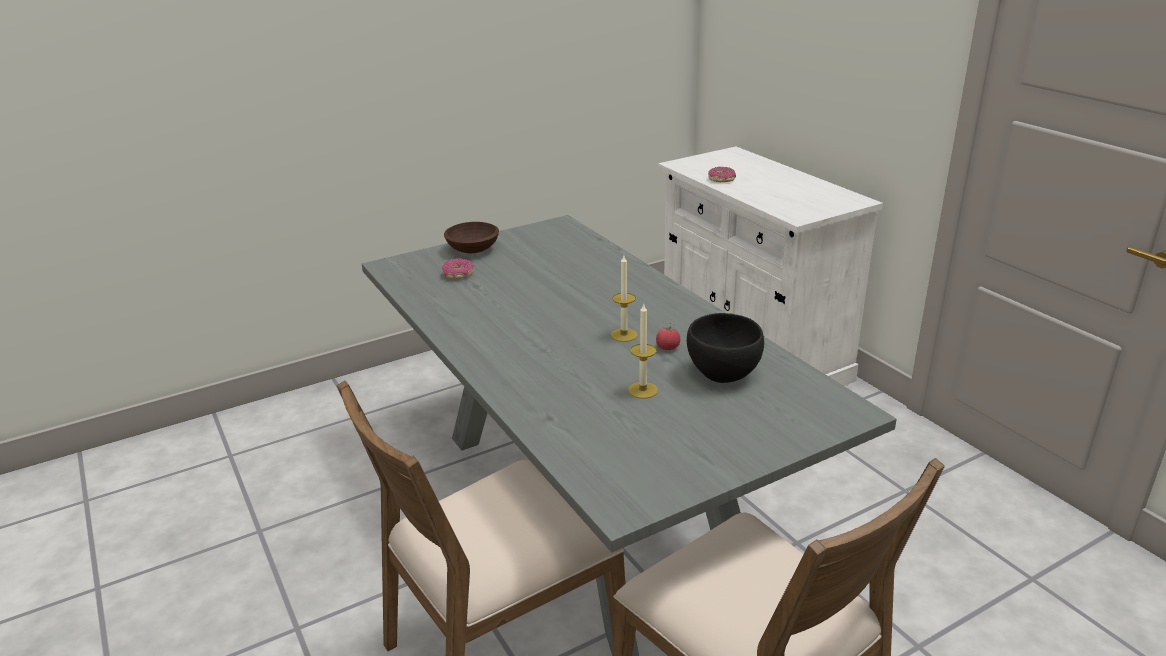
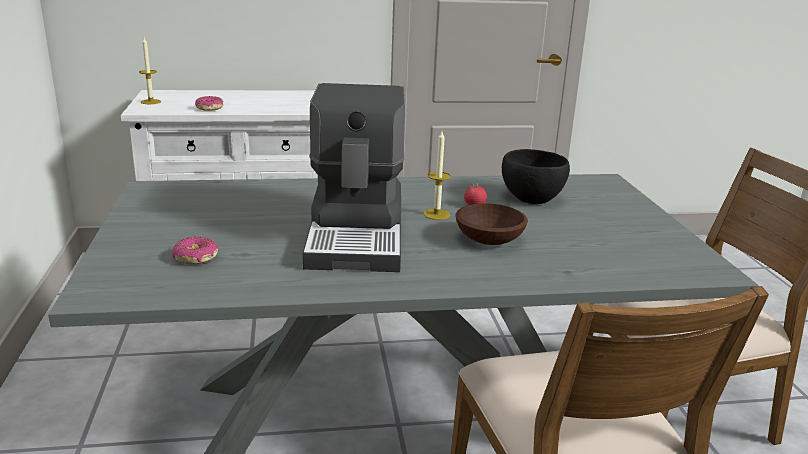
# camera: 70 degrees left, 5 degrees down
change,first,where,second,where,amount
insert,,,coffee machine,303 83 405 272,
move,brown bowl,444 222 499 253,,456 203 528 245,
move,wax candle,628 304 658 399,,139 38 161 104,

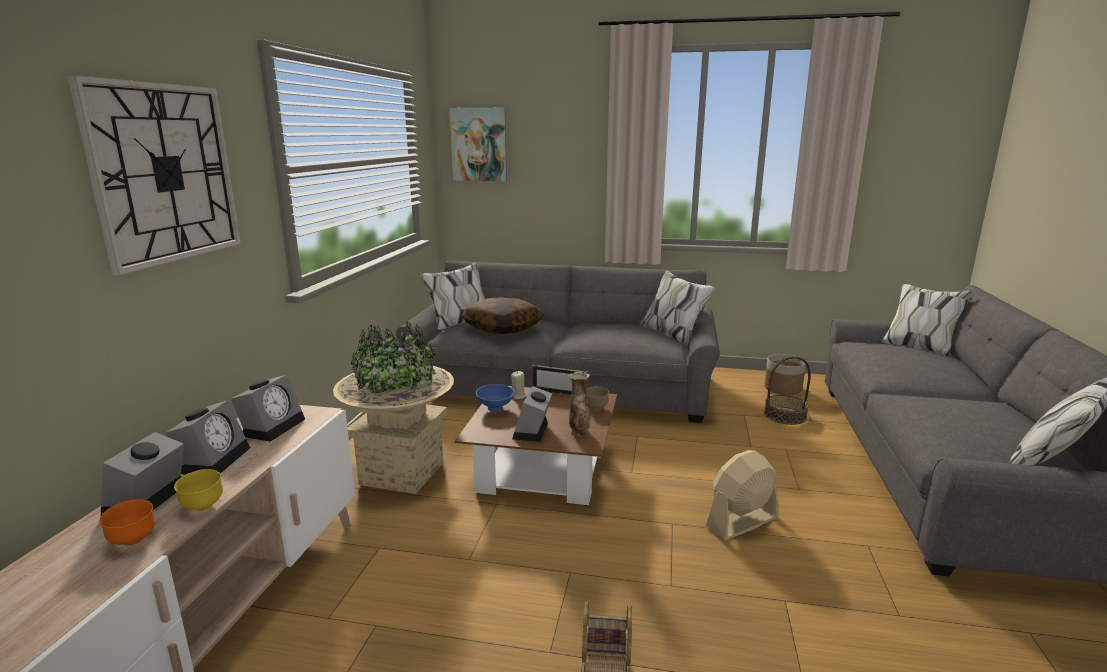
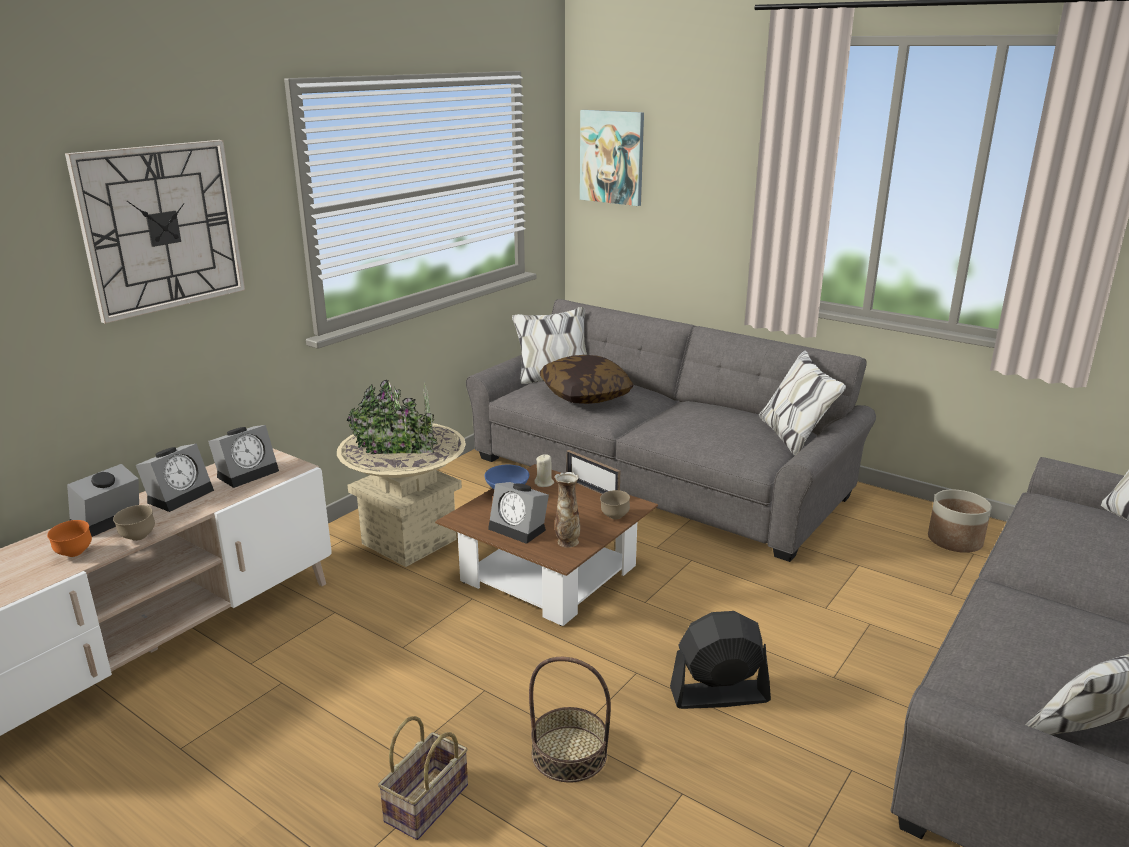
# camera: 25 degrees right, 5 degrees up
change,first,where,second,where,amount
move,household basket,764 356 811 425,,529 657 611 783,
recolor,yellow bowl,174 469 223 511,brown bowl,113 505 155 541,
recolor,sand-coloured fan,706 450 778 540,blackish fan,670 611 771 709,
rotate,table clock,512 386 552 442,,488 482 549 544,90 degrees counterclockwise

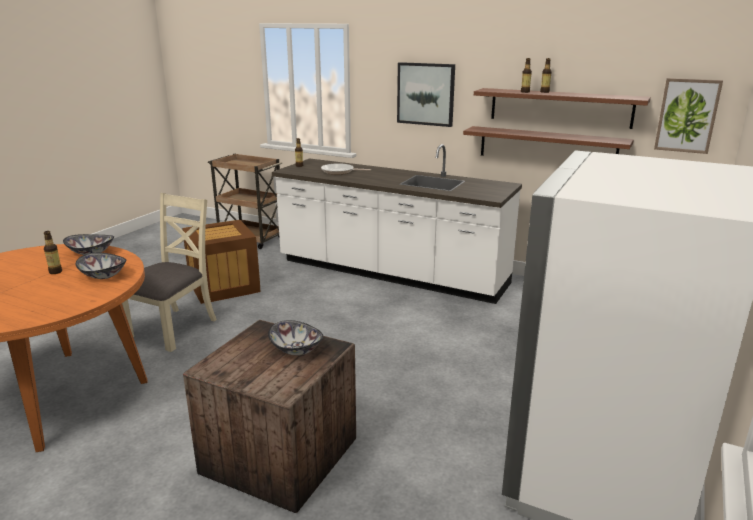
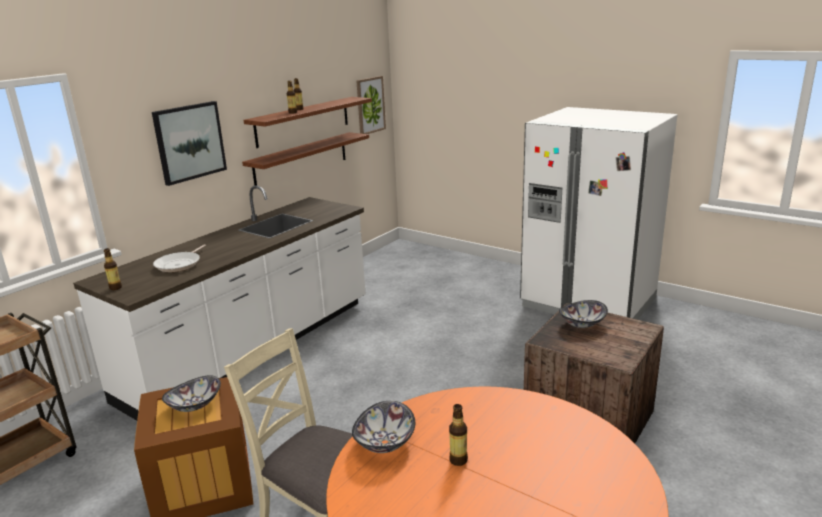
# camera: 80 degrees left, 0 degrees up
change,first,where,second,where,amount
move,bowl,76 253 126 279,,162 375 221 412,

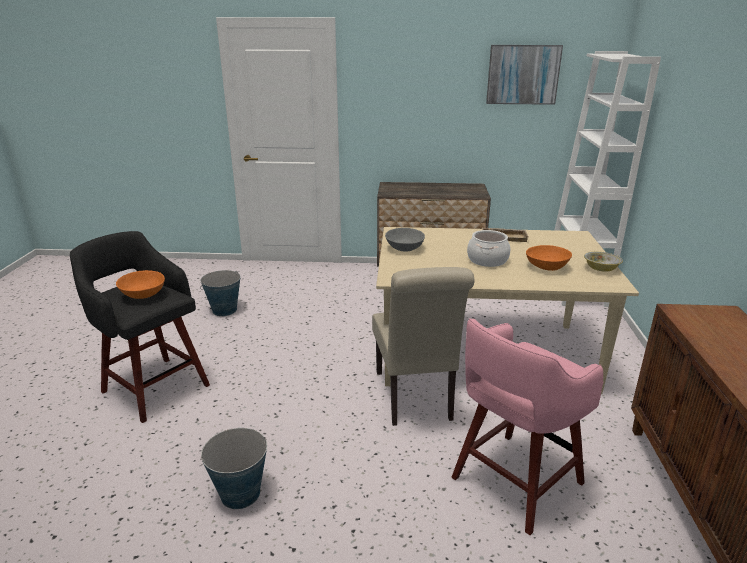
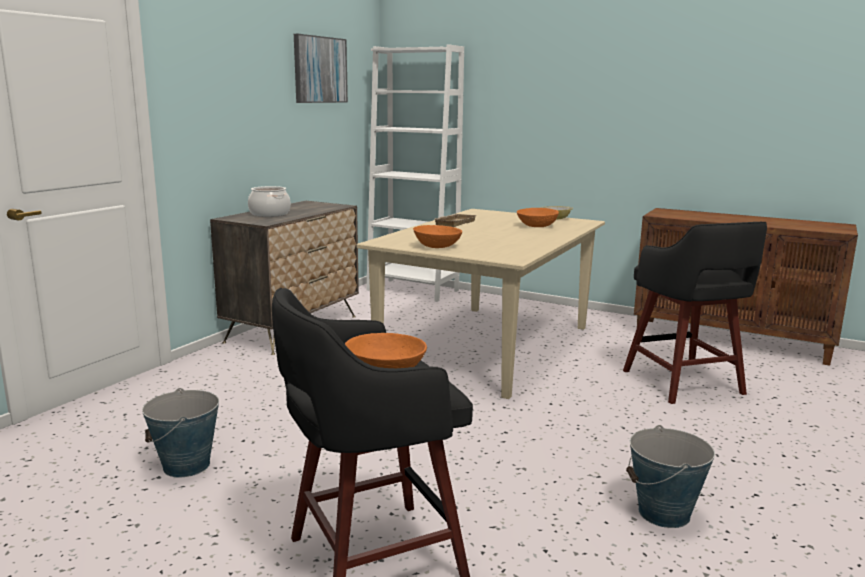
# camera: 65 degrees left, 10 degrees down
change,first,where,second,where,amount
delete,sand-coloured chair,372 267 474 426,,,
move,stockpot,467 230 510 267,,248 186 291 217,
recolor,grey bowl,385 228 425 251,orange bowl,413 225 462 248,
recolor,pink-coloured stool,452 318 603 535,blackish stool,623 222 767 404,

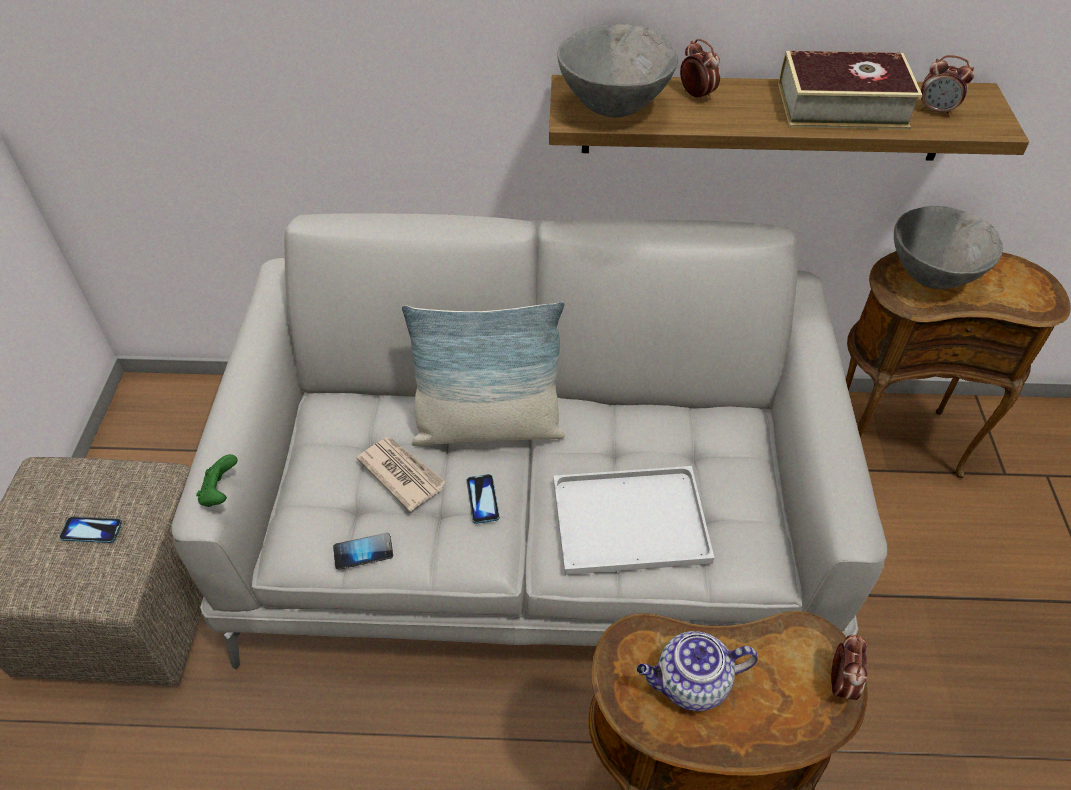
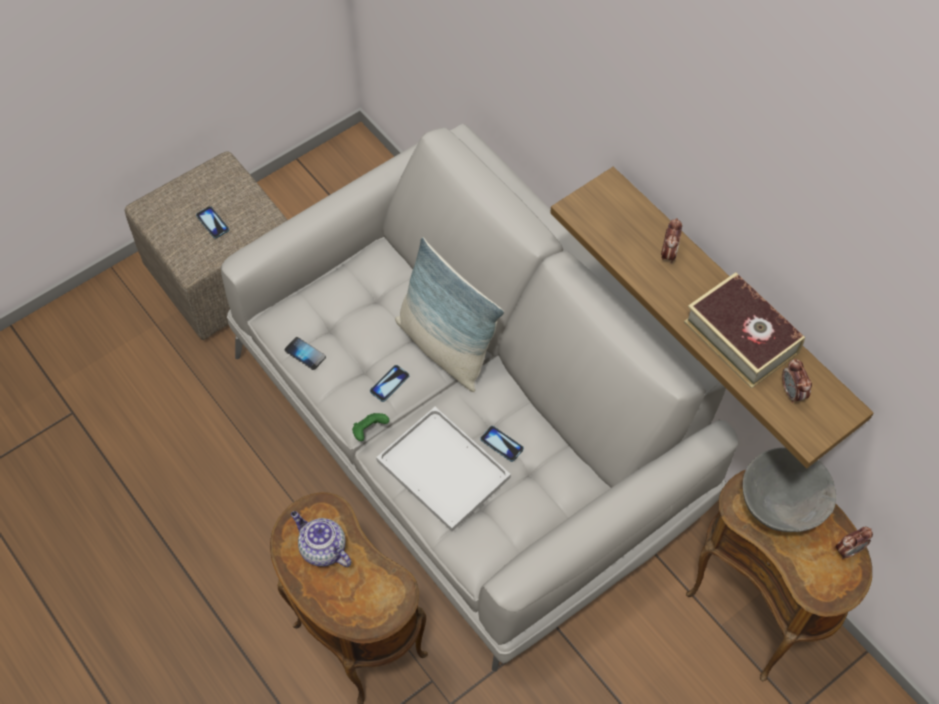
# camera: 50 degrees right, 10 degrees up
change,first,where,second,where,amount
delete,printed paper,357 437 446 512,,,
delete,grey bowl,557 24 678 117,,,
insert,,,phone,481 426 524 462,
move,greenish gamepad,196 454 237 507,,352 413 389 441,
move,table clock,831 634 867 701,,835 527 873 559,

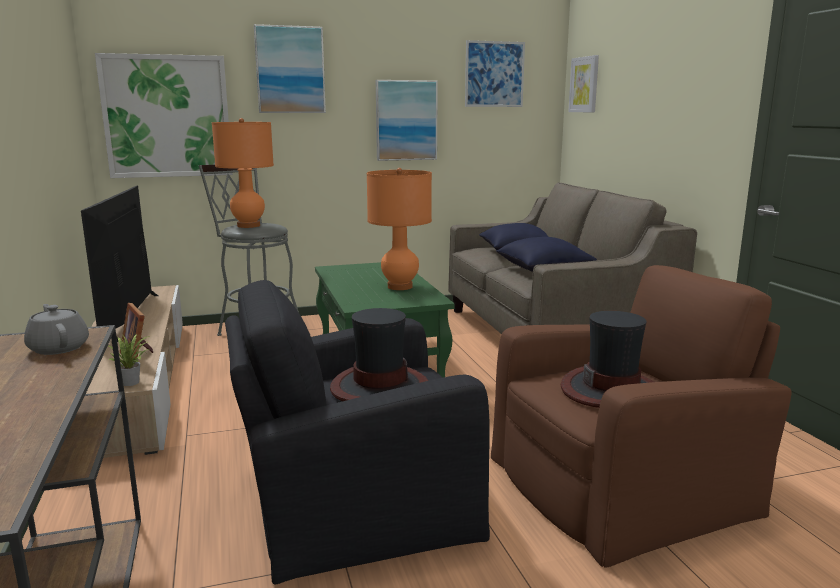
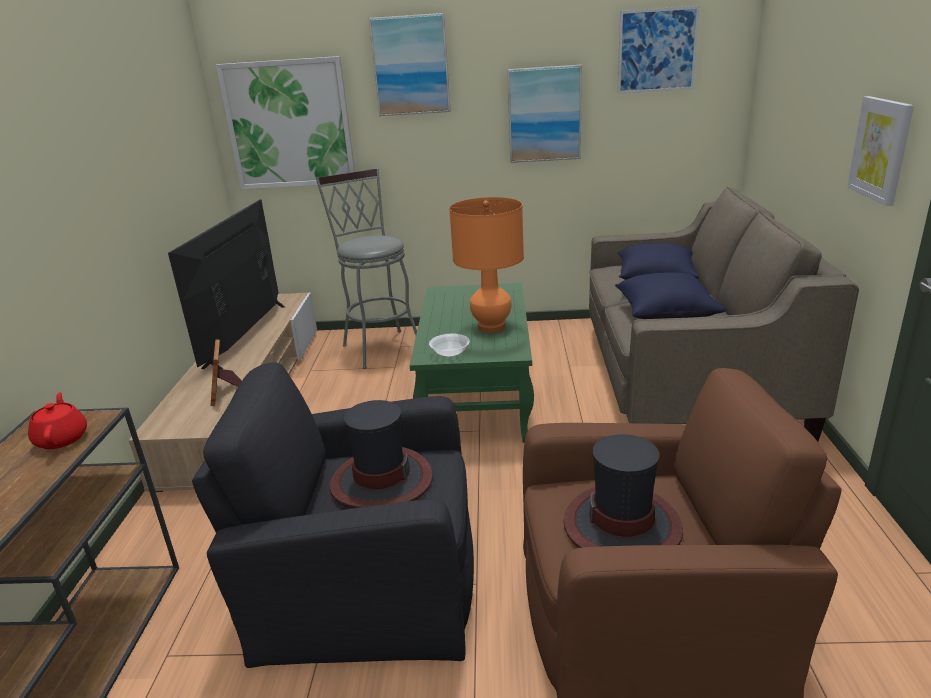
# camera: 20 degrees right, 10 degrees up
change,first,where,second,where,amount
delete,plant in a pot,108 334 150 386,,,
delete,orange lamp for a table,212 118 274 228,,,
insert,,,bowl,429 334 470 357,
move,picture,568 55 599 112,,847 96 914 206,
recolor,grey tea pot,24 304 89 355,red tea pot,28 392 87 449,

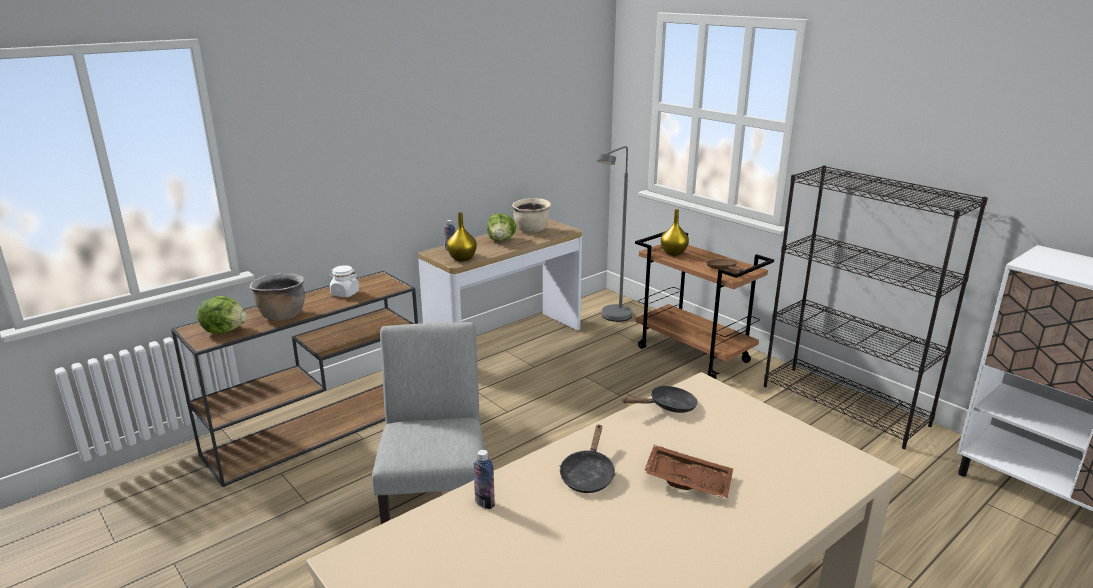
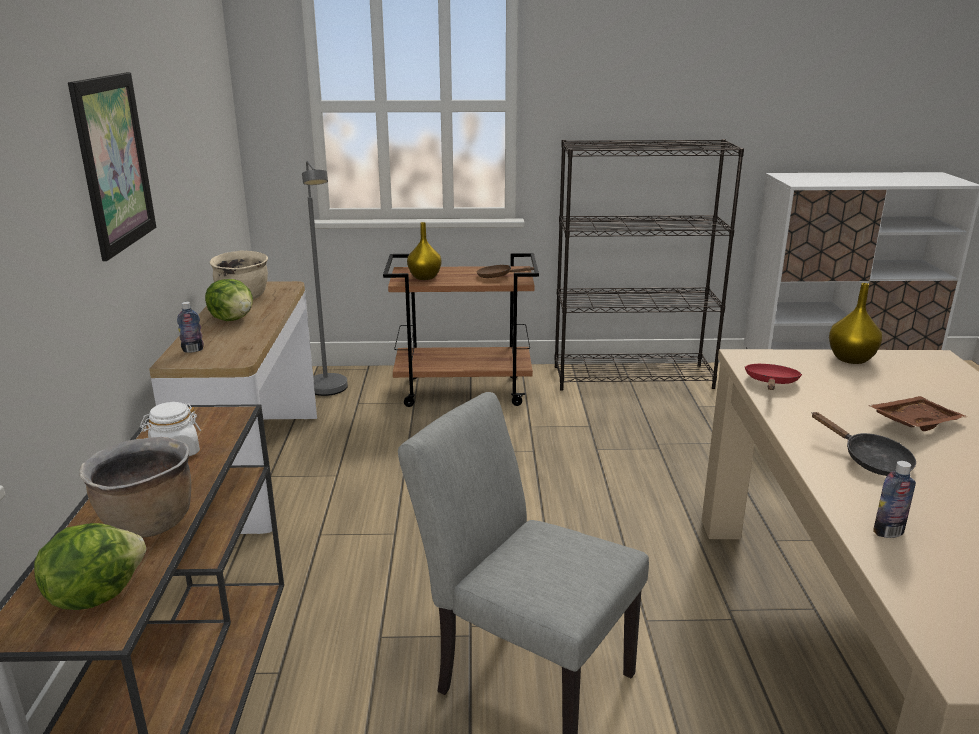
# camera: 50 degrees left, 0 degrees up
change,first,where,second,where,amount
insert,,,picture,68 72 156 261,
move,yellow flower vase,447 212 477 261,,829 283 882 364,
recolor,blackish frying pan,621 386 698 413,red frying pan,745 364 802 390,

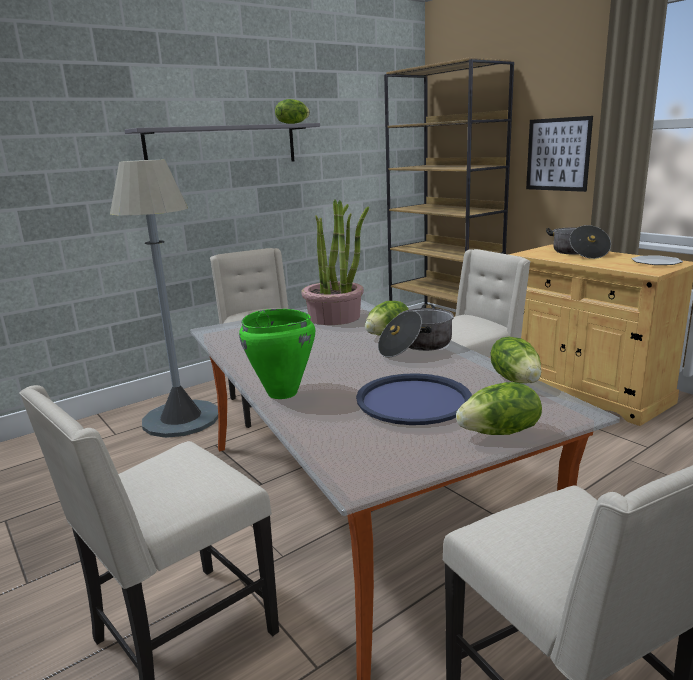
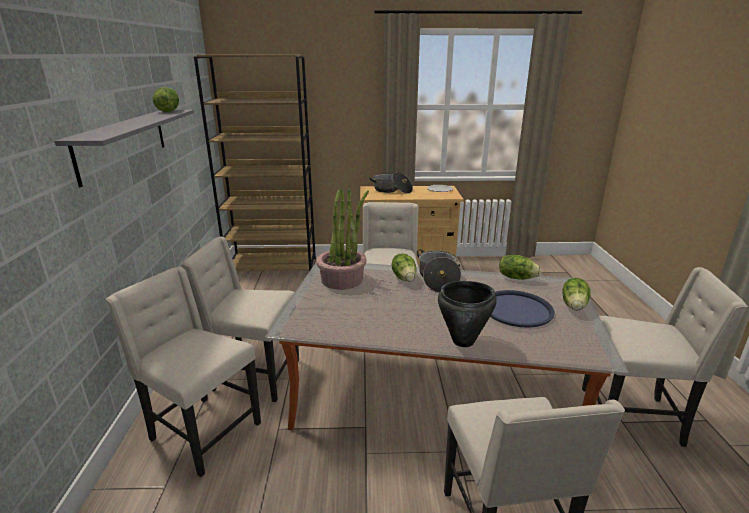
# camera: 55 degrees left, 5 degrees up
change,first,where,second,where,amount
delete,picture,526 116 593 192,,,
replace,grey standing lamp,110 159 218 438,sand-coloured chair,106 267 261 477,
recolor,greenish stockpot,239 309 315 399,blackish stockpot,438 281 497 347,

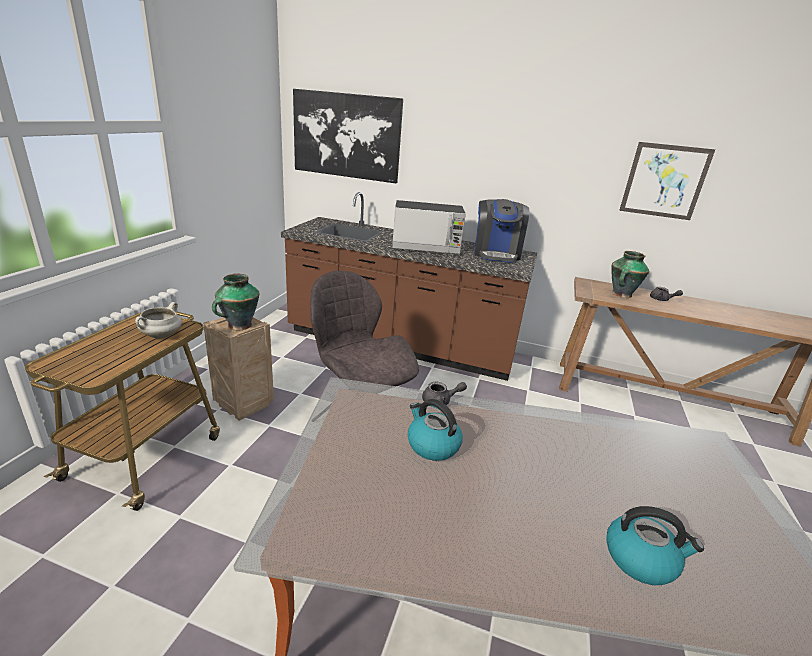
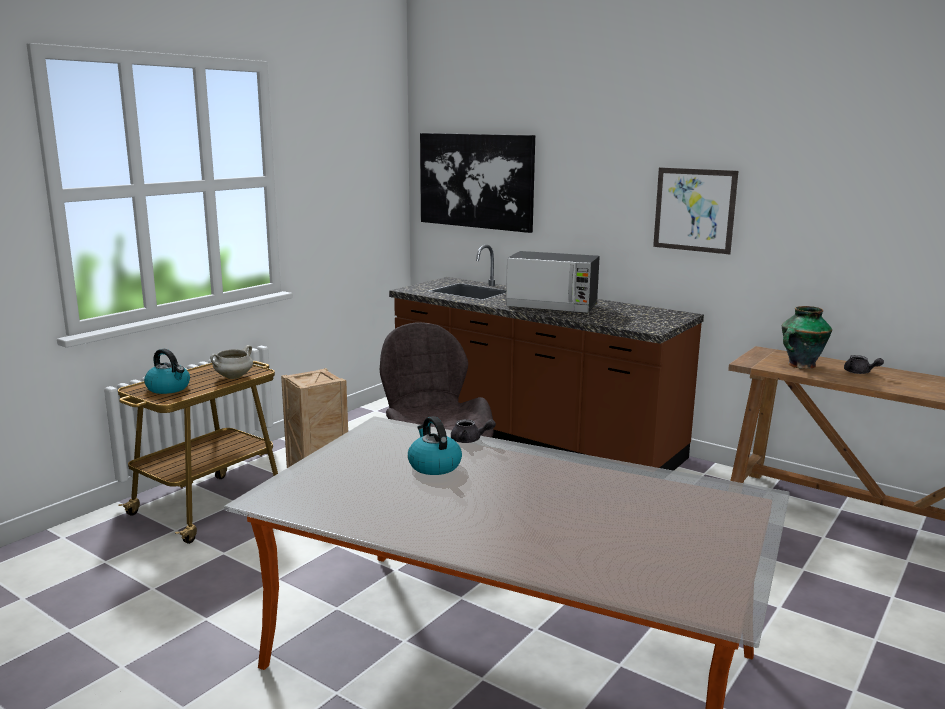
# camera: 20 degrees right, 10 degrees down
change,first,where,second,where,amount
delete,flower vase,212 274 259 330,,,
delete,coffee machine,474 199 529 263,,,
move,water kettle,607 506 704 585,,144 349 190 394,
move,picture,619 142 715 220,,653 168 738 254,

